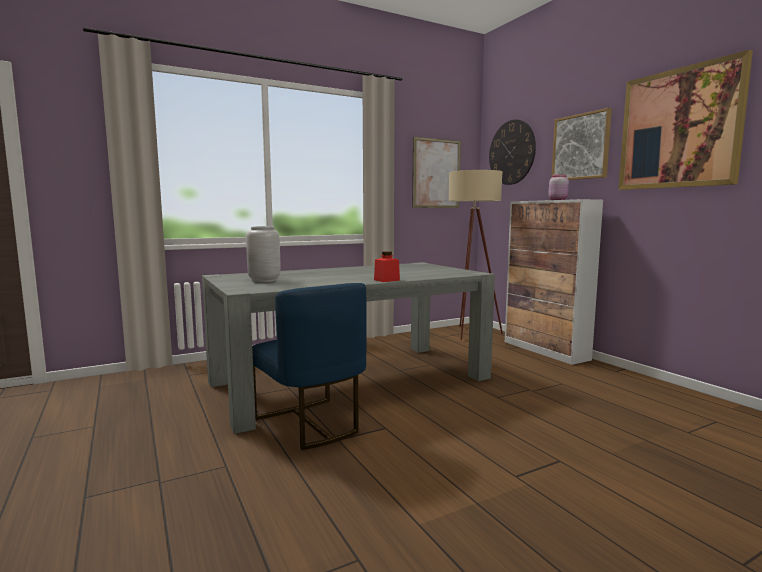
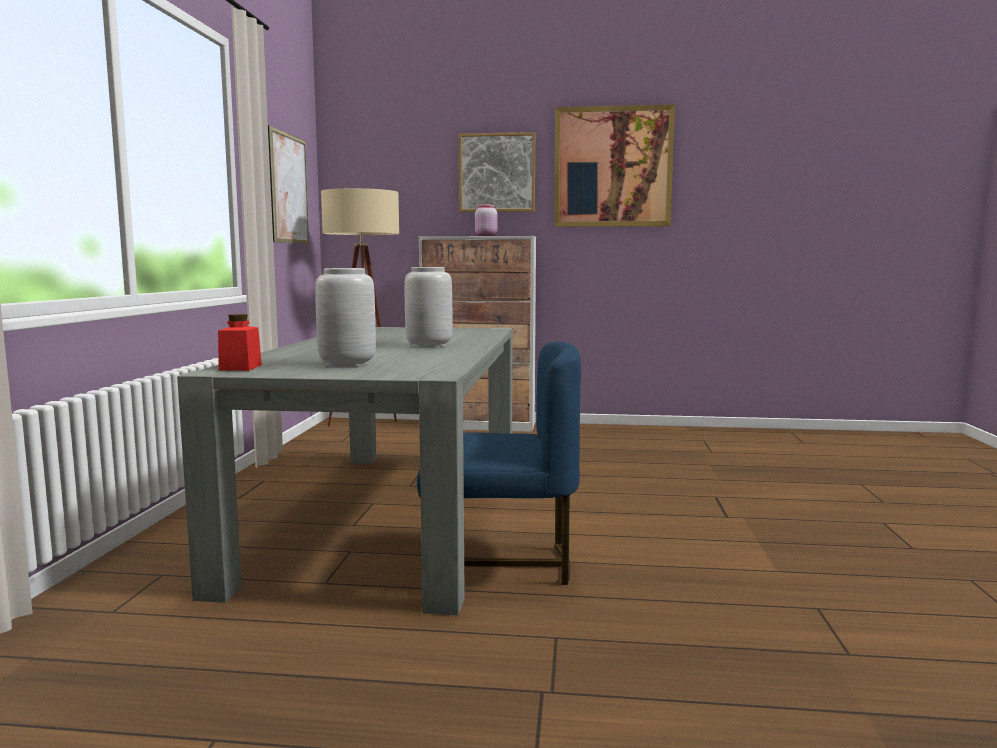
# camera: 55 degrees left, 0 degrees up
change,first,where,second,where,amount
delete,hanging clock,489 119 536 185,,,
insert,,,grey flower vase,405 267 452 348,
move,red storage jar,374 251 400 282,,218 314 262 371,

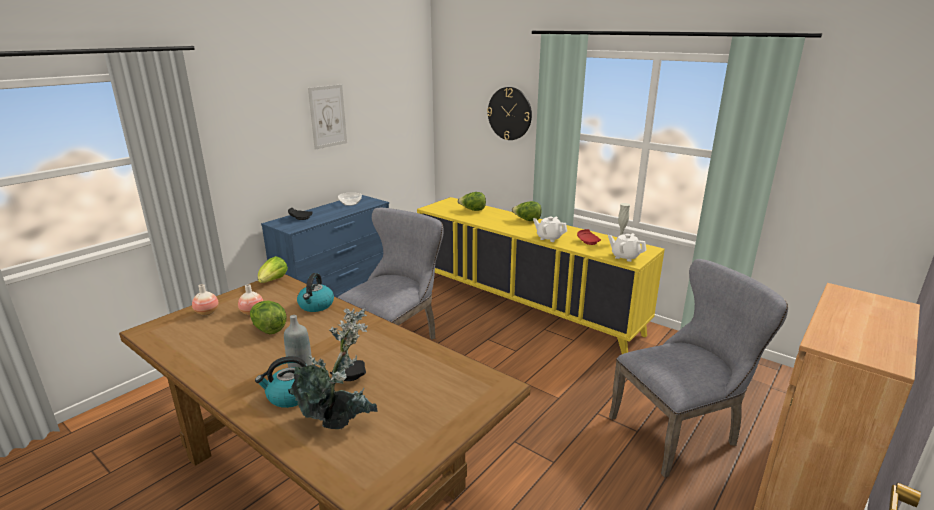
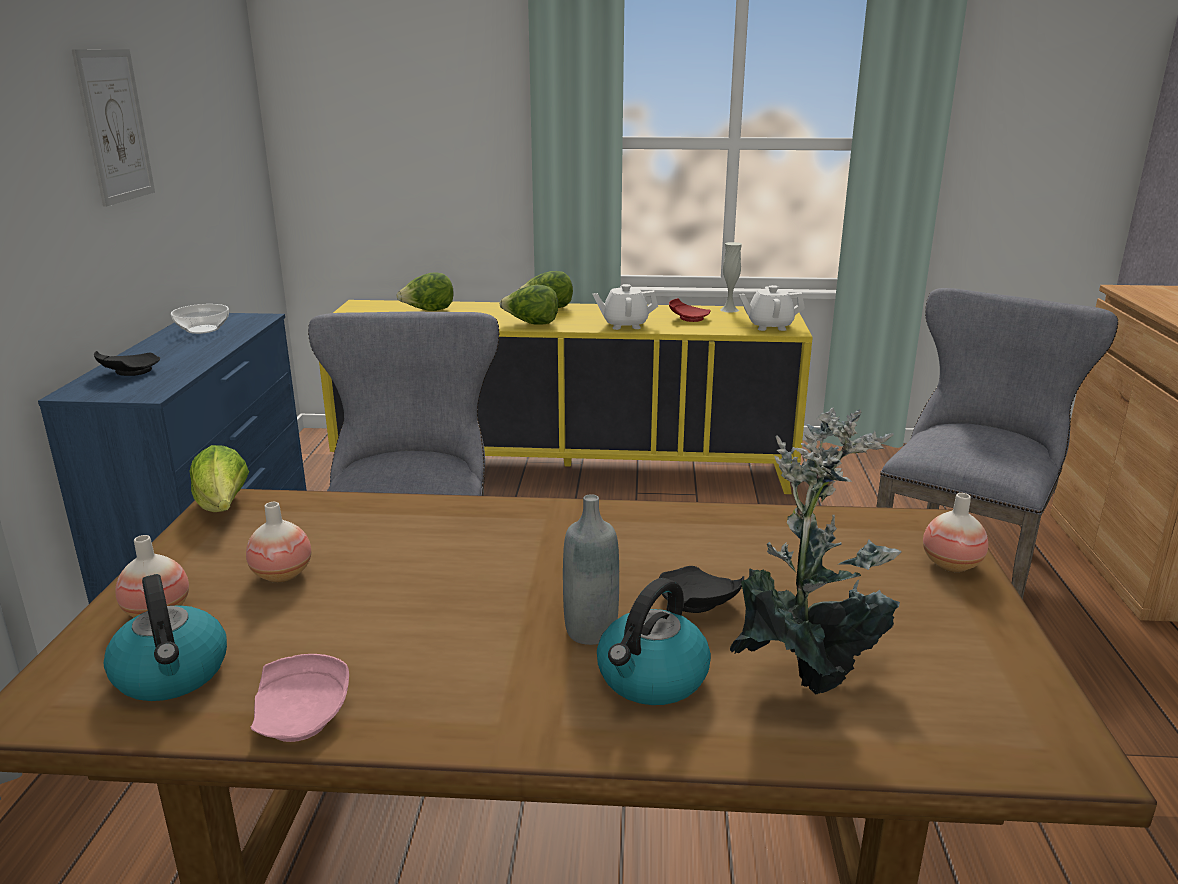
# camera: 35 degrees left, 0 degrees up
change,first,where,second,where,amount
delete,hanging clock,487 87 532 140,,,
insert,,,pink-coloured dinner plate,250 654 349 742,
insert,,,flower vase,923 493 988 572,
move,head of lettuce,250 301 287 334,,500 285 558 325,
move,water kettle,297 273 334 312,,104 574 227 701,

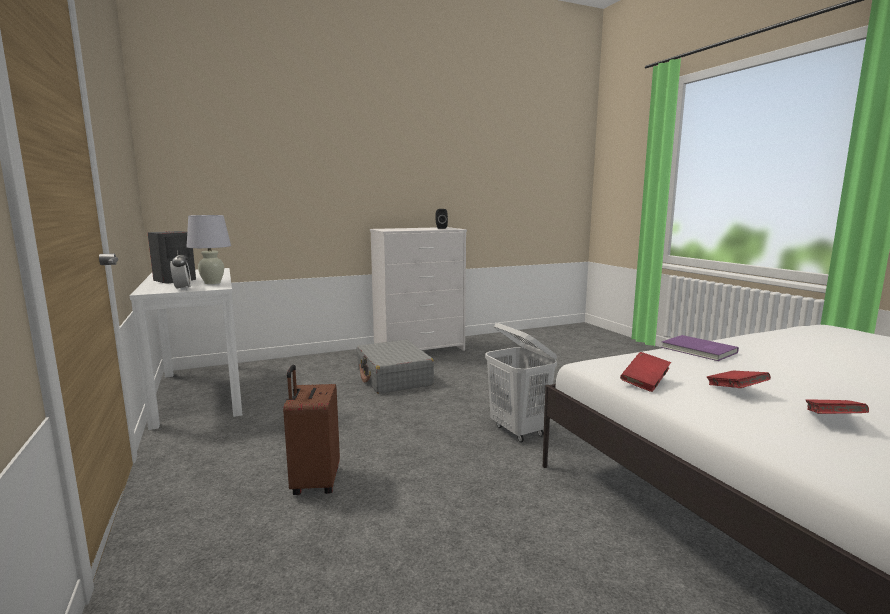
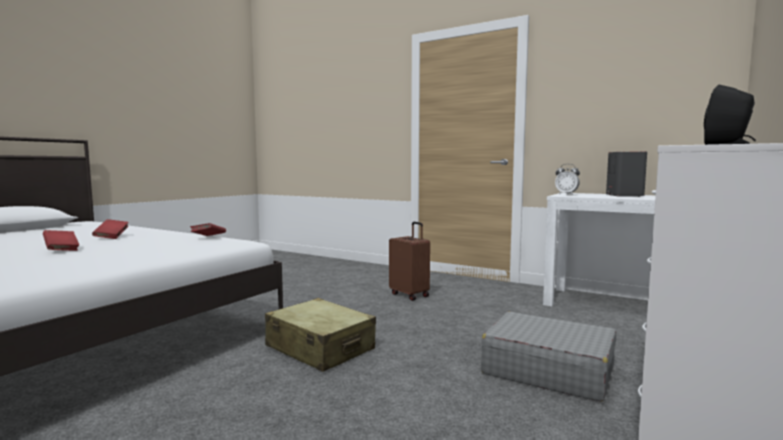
# camera: 145 degrees right, 5 degrees down
change,first,where,second,where,amount
delete,whitish lamp for a table,186 215 231 284,,,
delete,purplish book,661 335 739 361,,,
move,red book,707 371 771 388,,43 230 79 251,
replace,whitish hamper,485 323 557 442,sand-coloured suitcase,265 298 376 372,

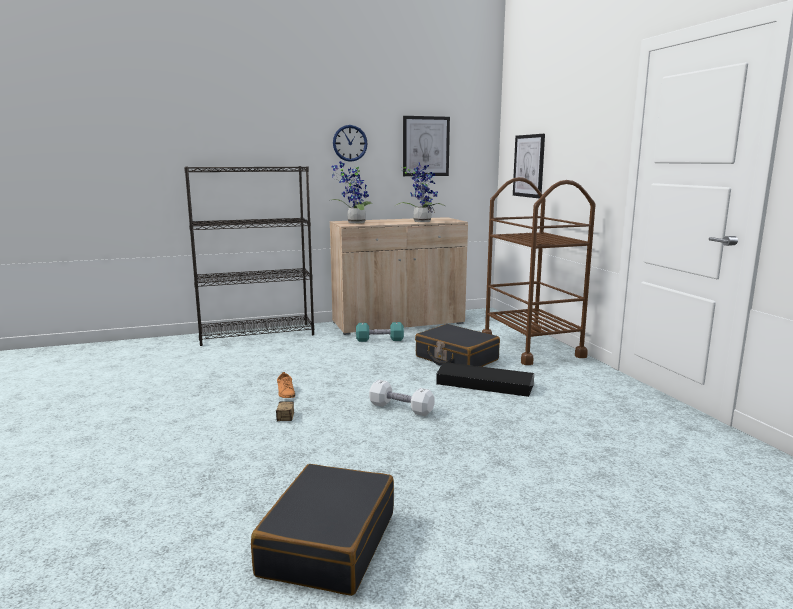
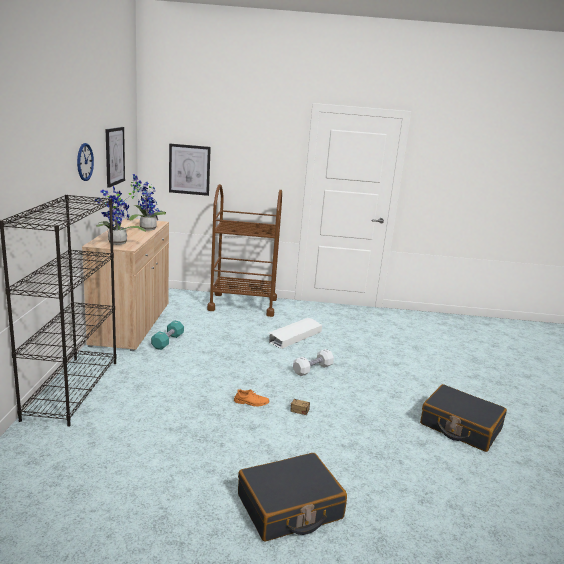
# camera: 70 degrees left, 5 degrees up
change,first,where,second,where,amount
move,blackish suitcase,415 324 500 367,,238 453 347 542,
recolor,blackish storage bin,436 362 534 397,whitish storage bin,268 318 322 349,

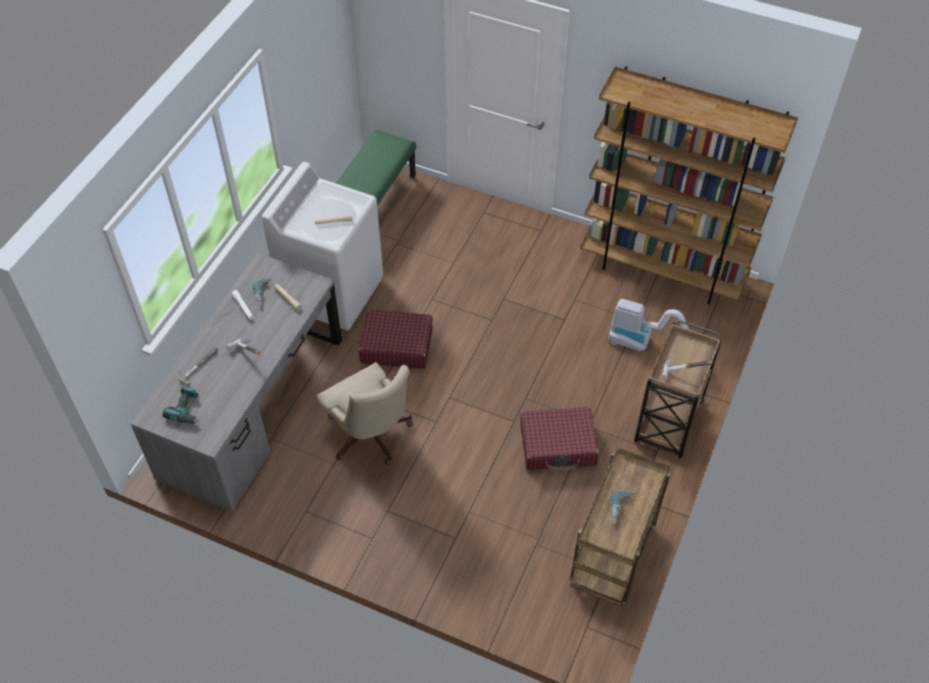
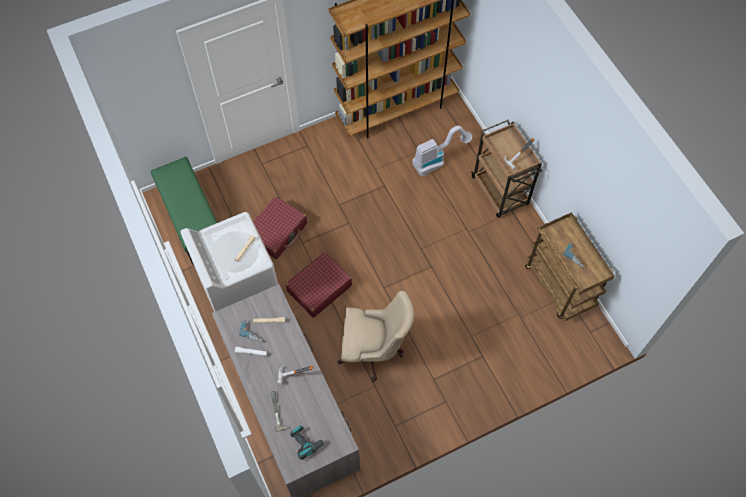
# camera: 50 degrees left, 10 degrees up
change,first,where,second,where,amount
move,red suitcase,520 407 599 472,,253 196 307 259,

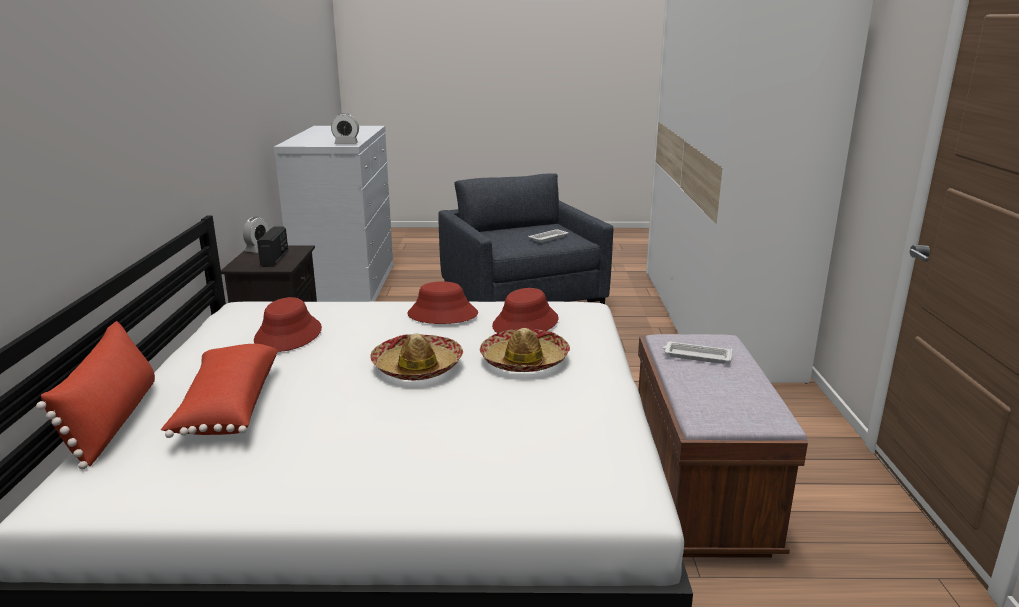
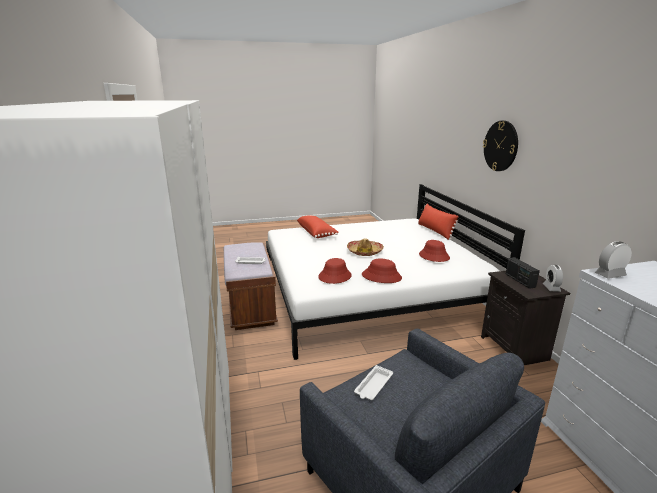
# camera: 165 degrees right, 0 degrees up
change,first,where,second,where,amount
delete,clothing hat,480 328 570 372,,,
insert,,,hanging clock,483 121 518 171,
move,red throw pillow,161 344 278 438,,297 216 339 238,

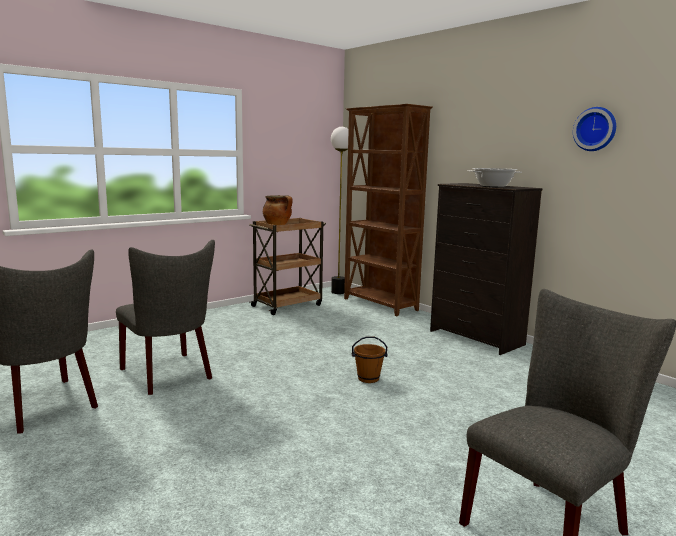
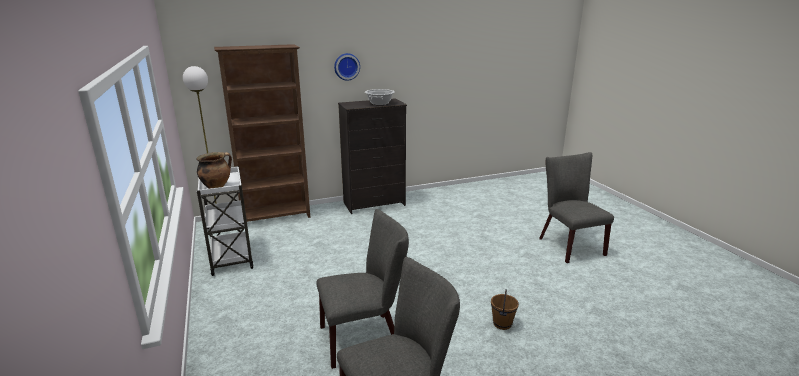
# camera: 70 degrees left, 10 degrees up
change,first,where,second,where,amount
move,brown water bucket,352 337 387 383,,491 289 519 330,
move,hanging clock,573 107 616 151,,334 53 360 81,
recolor,brown wheeled cart,249 218 326 315,whitish wheeled cart,197 166 254 276,

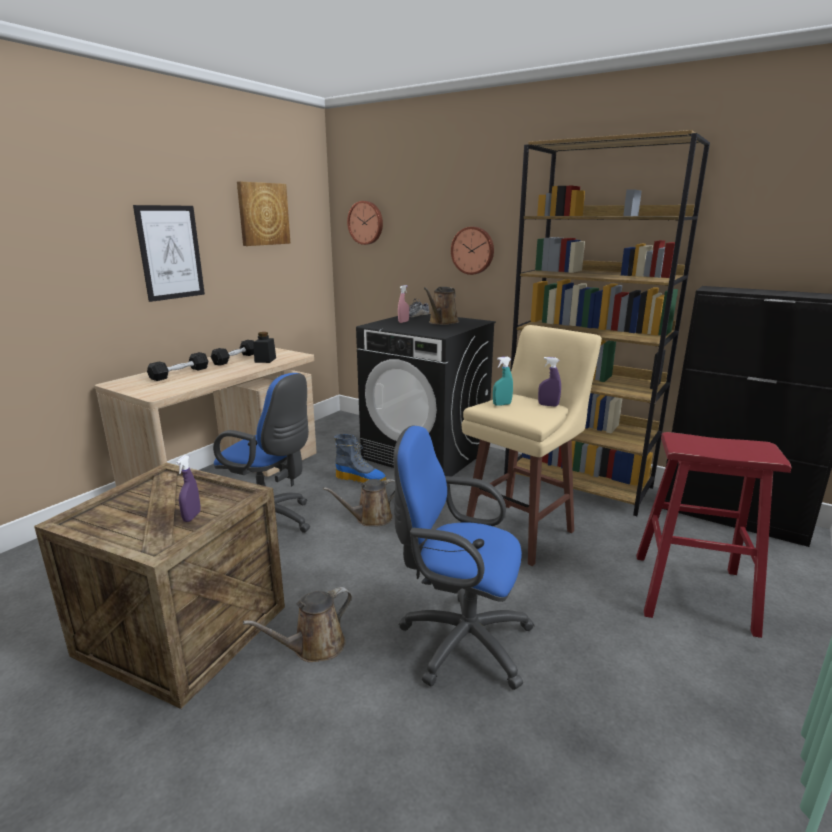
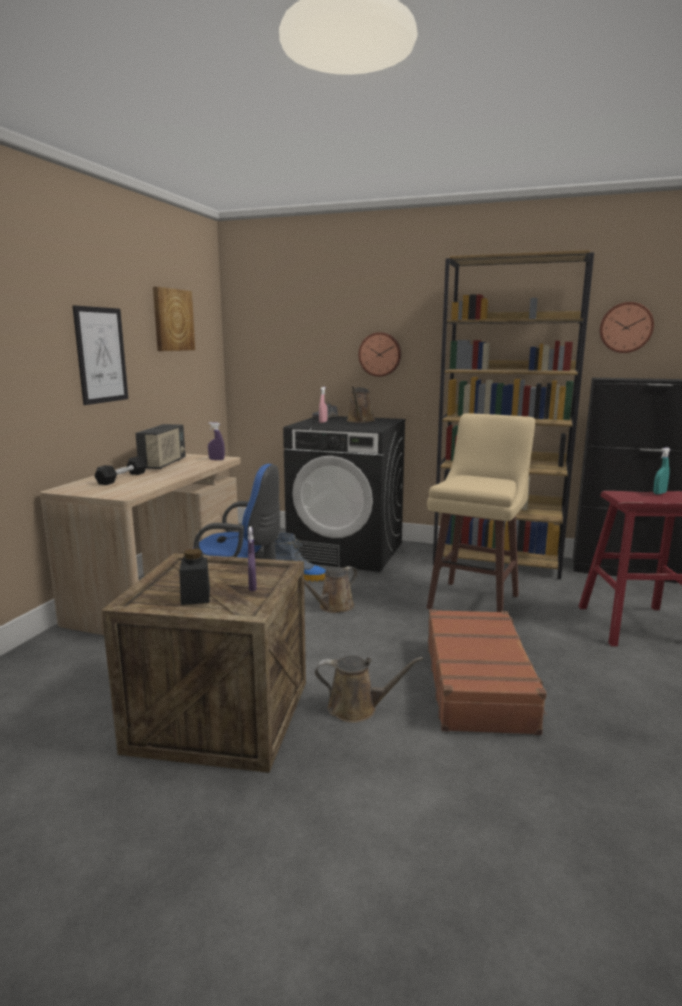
# camera: 15 degrees left, 5 degrees down
change,first,where,second,where,amount
move,blackish storage jar,253 332 276 363,,179 549 210 605,
move,hanging clock,347 201 383 245,,600 302 654 353,
move,turquoise sprayer,493 357 513 406,,653 447 670 495,
move,purplish sprayer,538 357 561 406,,208 422 225 460,
replace,blackish free weight,211 340 254 366,radio,135 424 185 469,
replace,blue-coloured desk chair,393 425 534 690,brown suitcase,428 609 547 735,
rotate,brown sprinkling can,243 587 352 662,,315 656 423 723,120 degrees counterclockwise

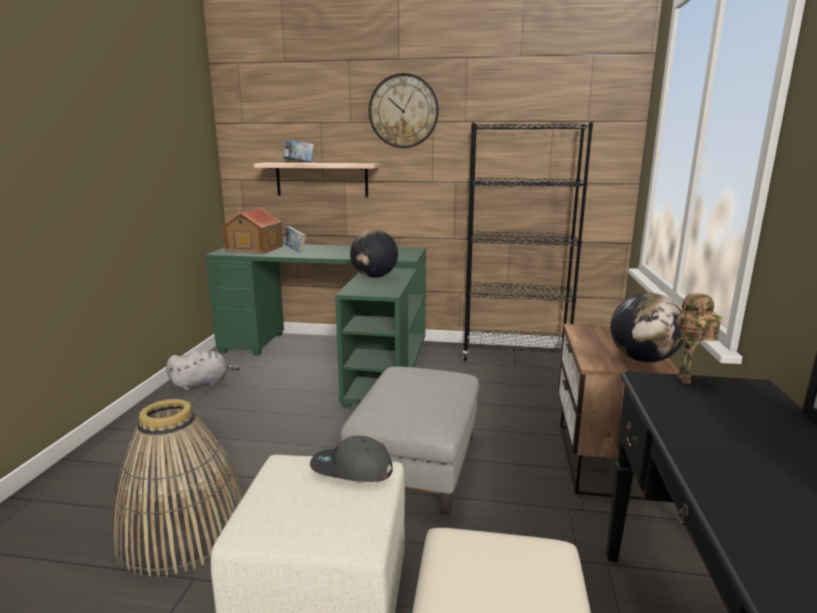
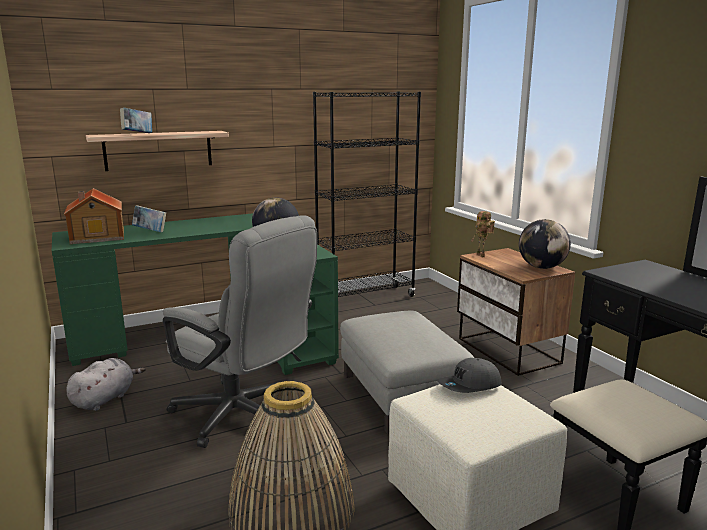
# camera: 35 degrees left, 0 degrees up
change,first,where,second,where,amount
delete,hanging clock,369 73 439 148,,,
insert,,,grey desk chair,163 215 317 448,
move,robot figure,670 293 722 384,,471 211 495 257,

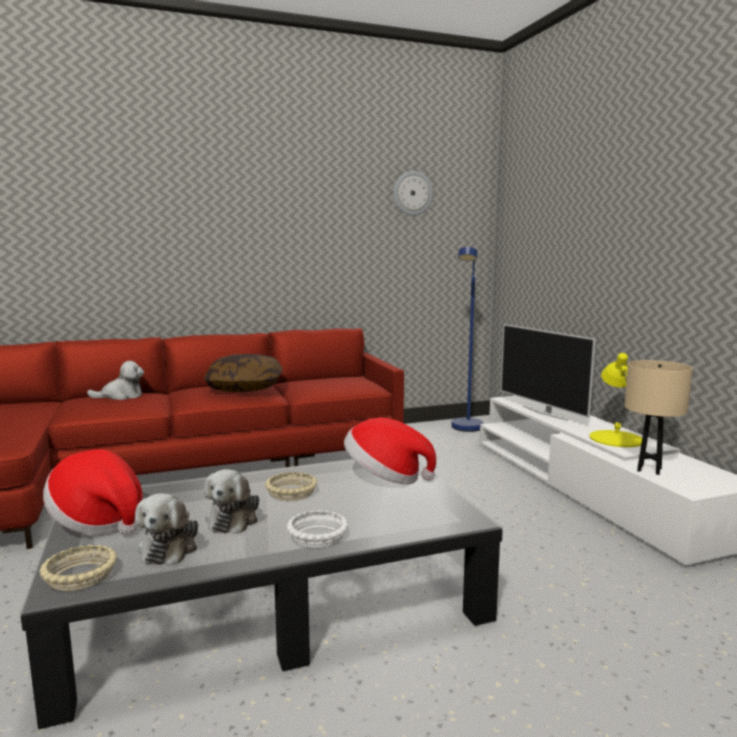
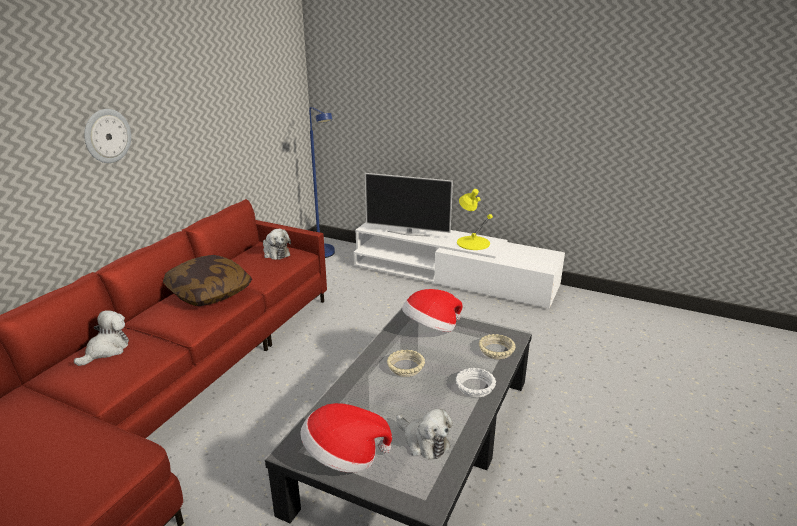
# camera: 45 degrees left, 15 degrees up
change,first,where,second,where,amount
delete,sand-coloured lamp for a table,624 360 693 475,,,
move,sand-coloured bowl,39 545 117 591,,479 334 516 359,
move,plush toy,204 469 259 533,,263 229 291 260,
move,hanging clock,394 171 433 216,,84 109 131 163,

